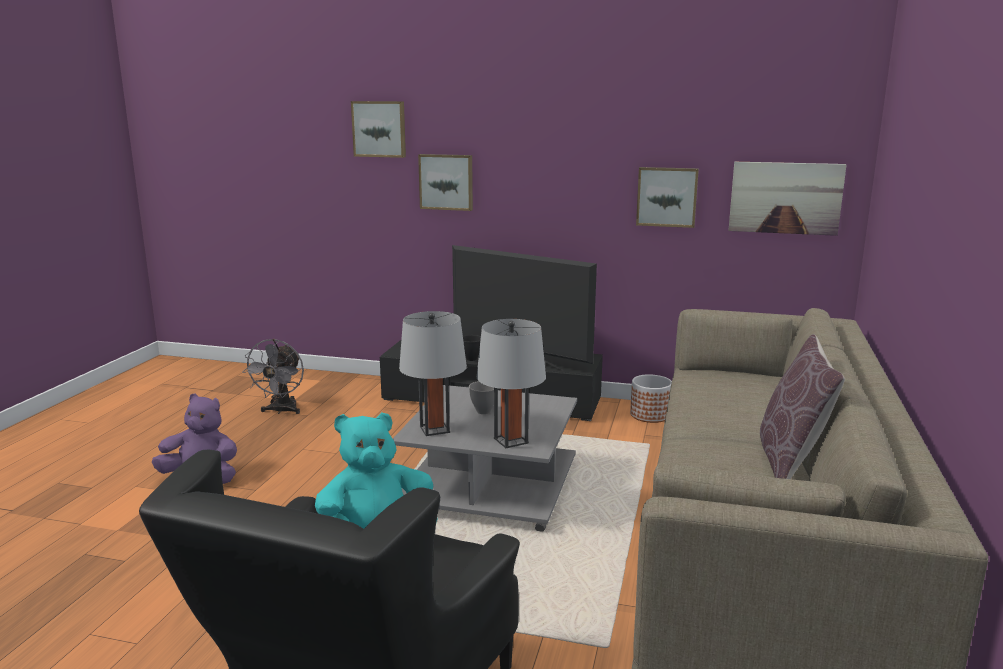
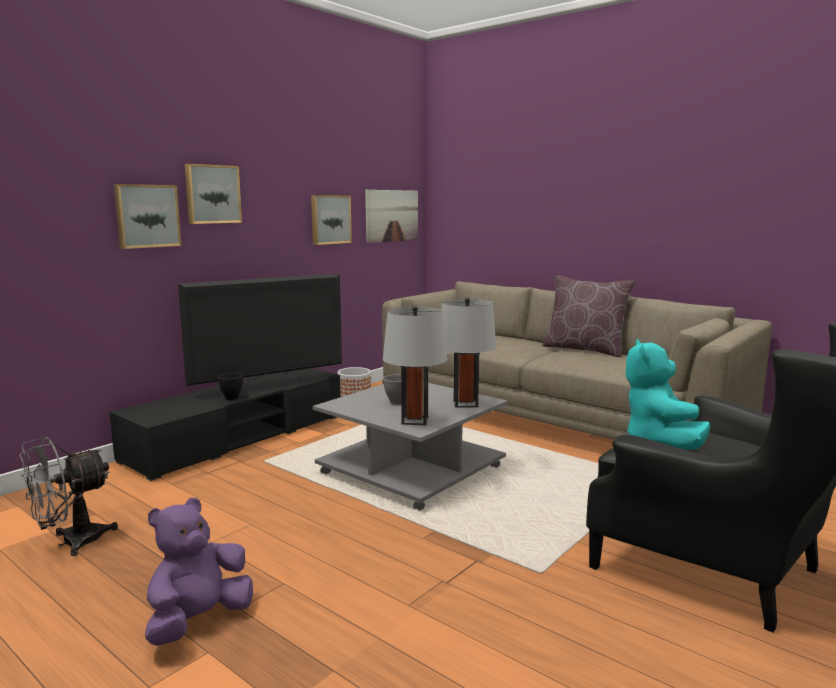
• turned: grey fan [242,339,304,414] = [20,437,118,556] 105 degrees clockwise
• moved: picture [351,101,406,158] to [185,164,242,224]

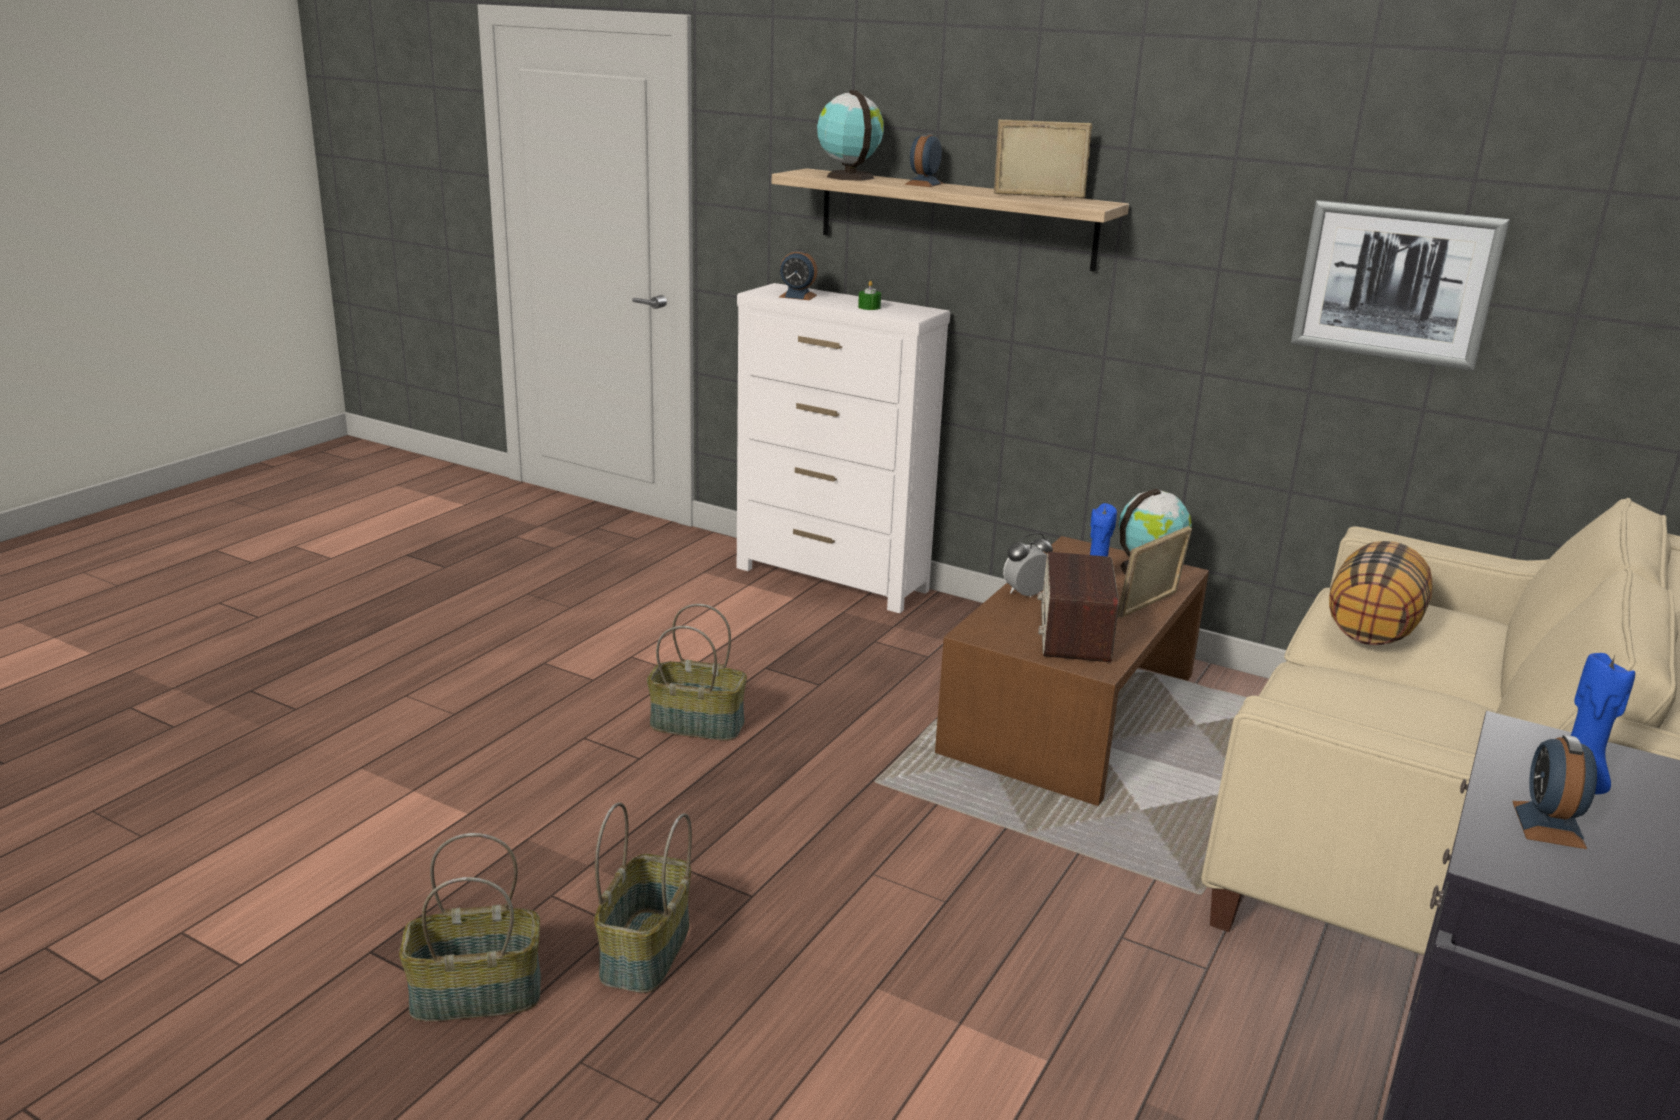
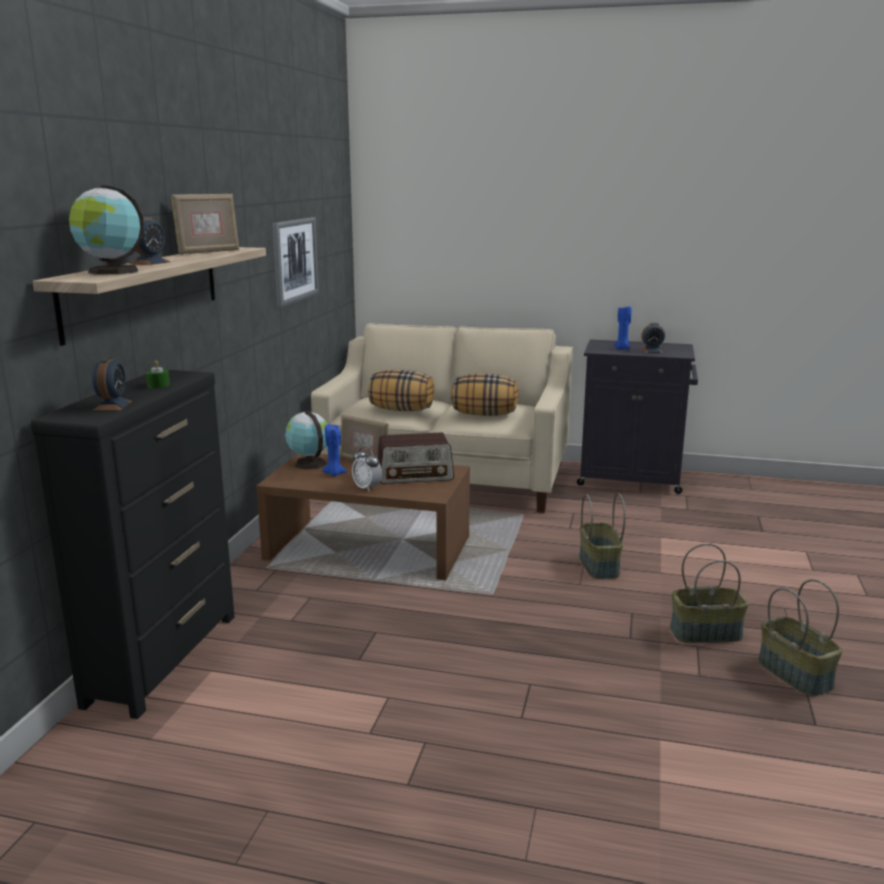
• moved: basket [647,604,747,741] to [579,493,626,579]
• recoloured: white dresser [737,283,950,613] to black dresser [31,370,235,719]
• turned: alarm clock [905,132,943,187] = [129,217,170,265] 75 degrees counterclockwise
• turned: picture frame [994,119,1092,199] = [171,194,239,255] 135 degrees counterclockwise
• added: pillow [451,374,518,416]

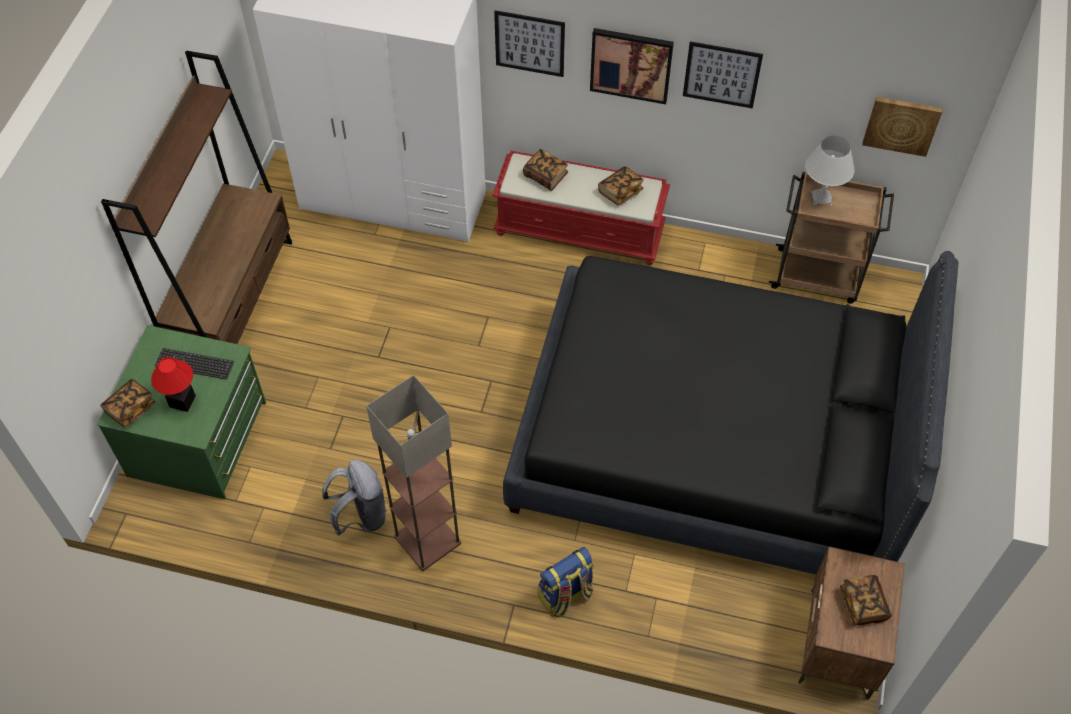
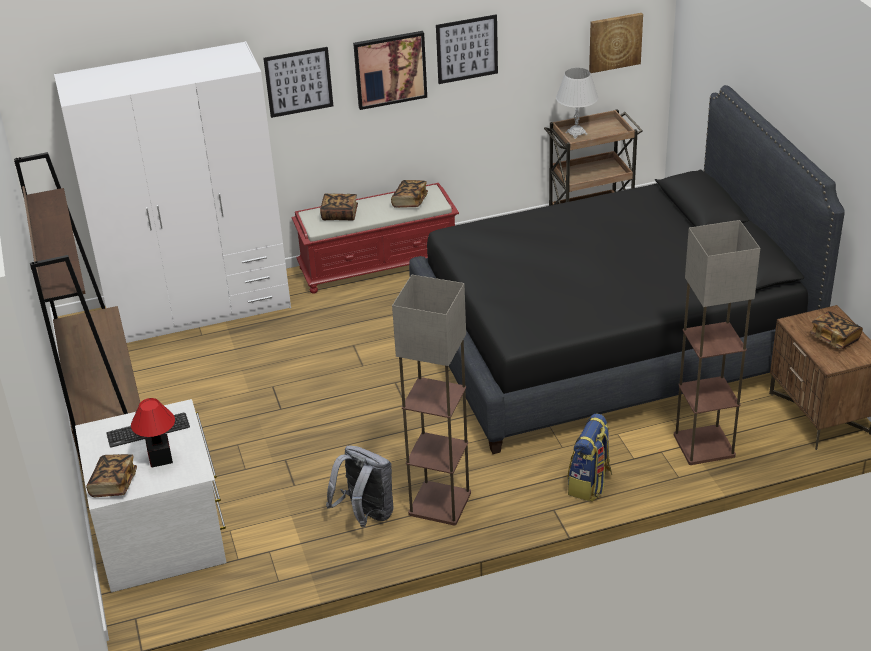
• recoloured: green dresser [97,325,266,499] to white dresser [75,399,226,592]
• added: floor lamp [674,220,760,465]

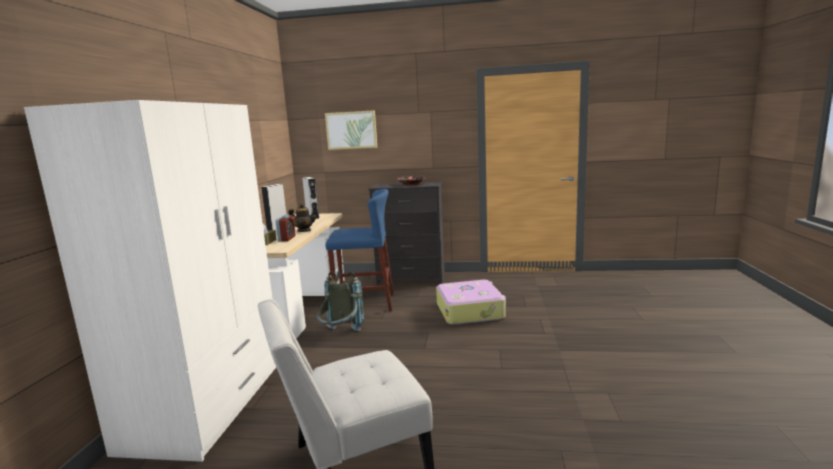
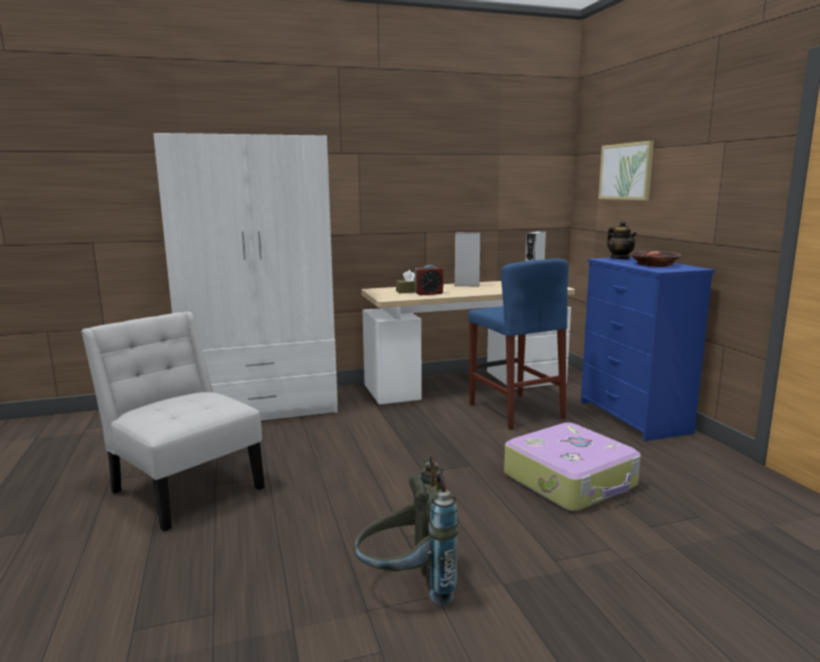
• moved: teapot [288,203,317,232] to [607,221,637,260]
• moved: grey backpack [317,272,364,331] to [354,456,459,606]
• recoloured: black dresser [368,181,445,285] to blue dresser [581,257,715,441]

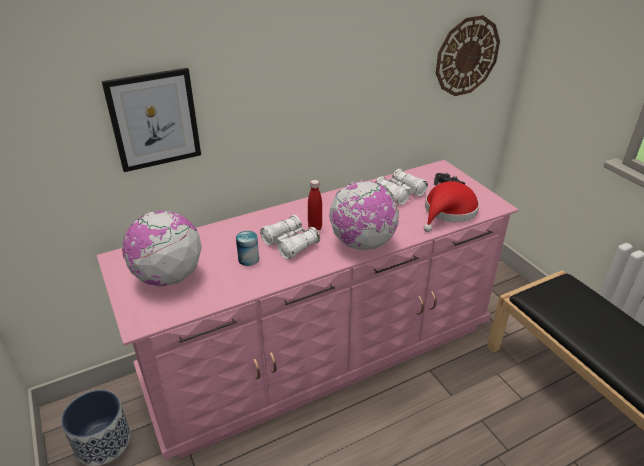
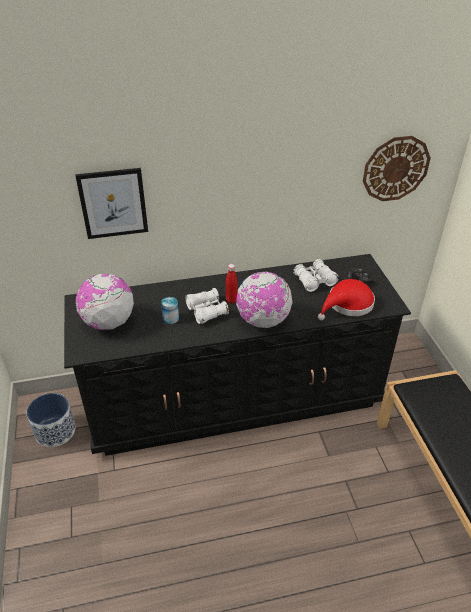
• recoloured: pink dresser [97,160,519,460] to black dresser [64,254,411,456]

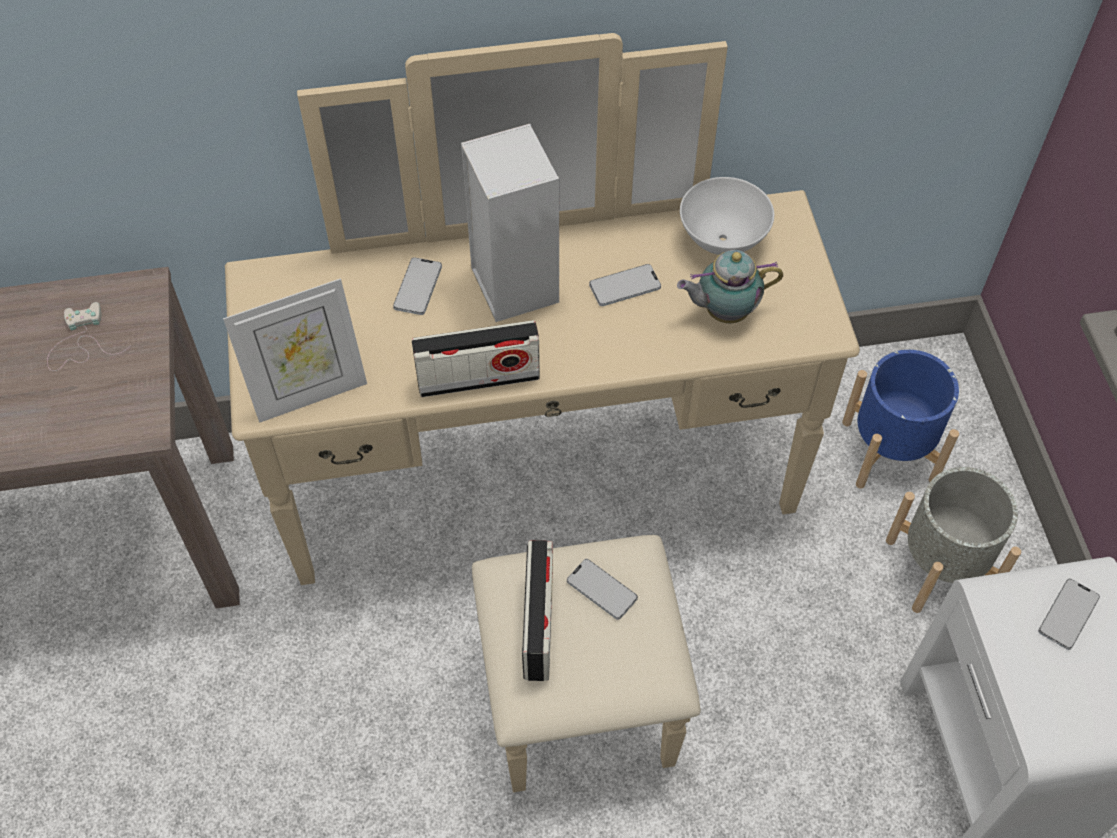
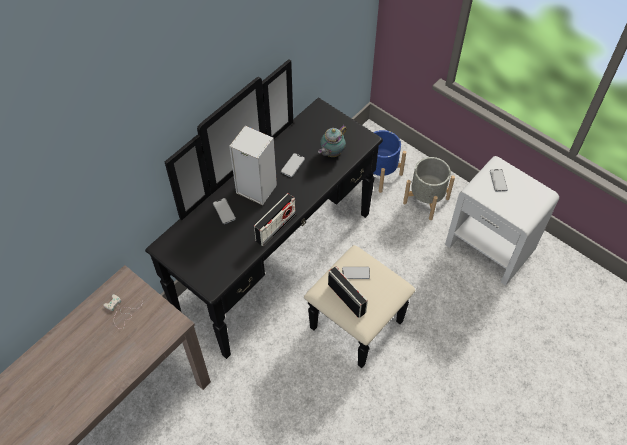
• removed: picture frame [223,278,367,423]
• recoloured: beige dresser [225,33,860,792] to black dresser [145,59,415,368]
• removed: white bowl [680,177,774,255]

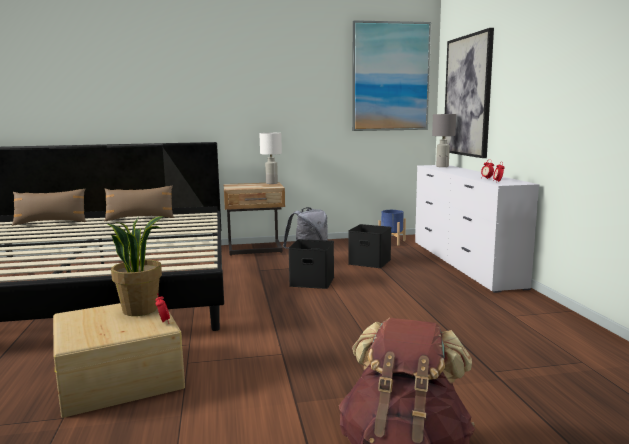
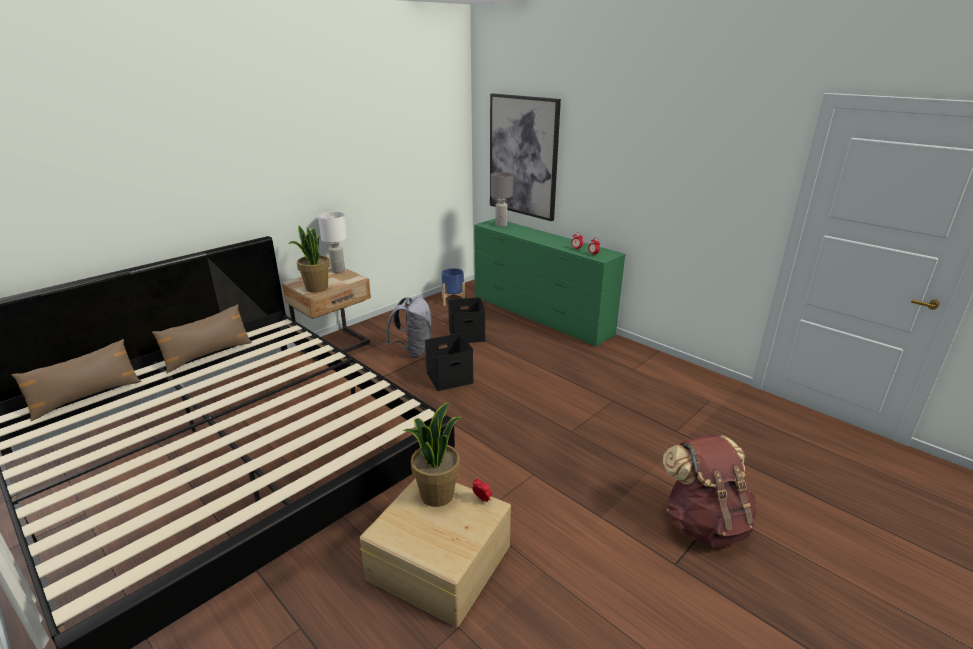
• removed: picture [352,20,431,131]
• recoloured: white dresser [415,165,540,293] to green dresser [474,219,626,347]
• added: potted plant [289,226,330,293]

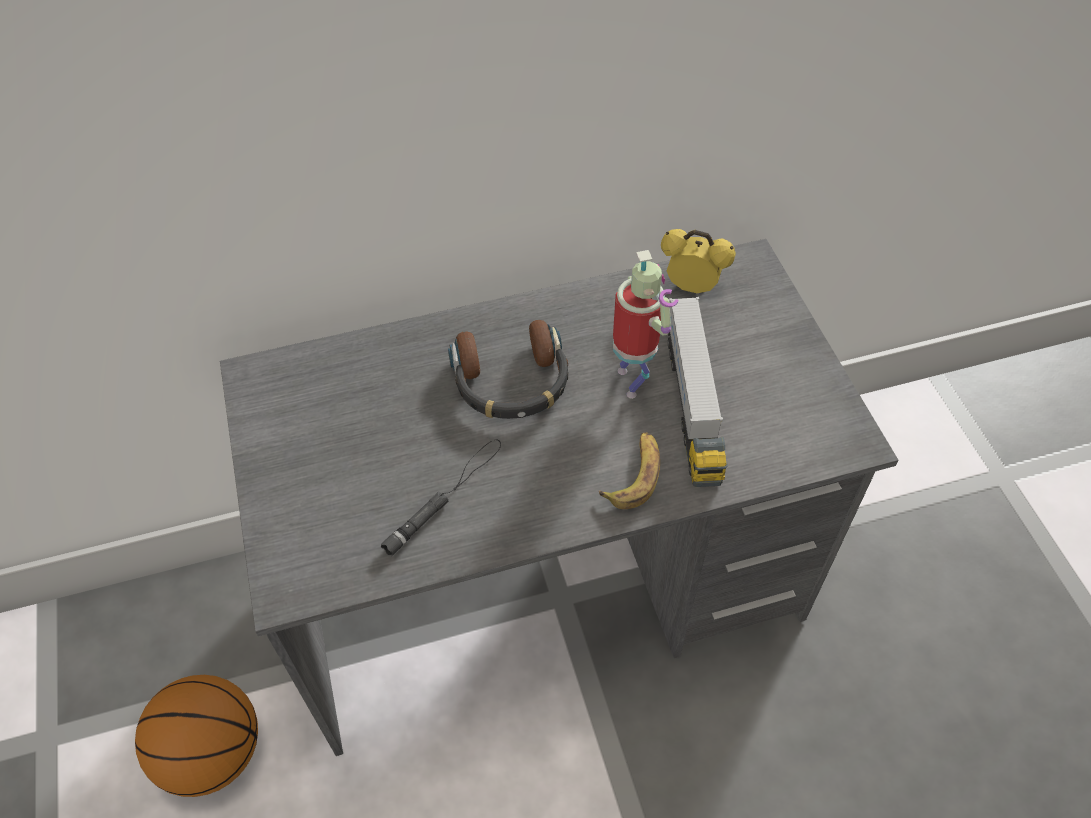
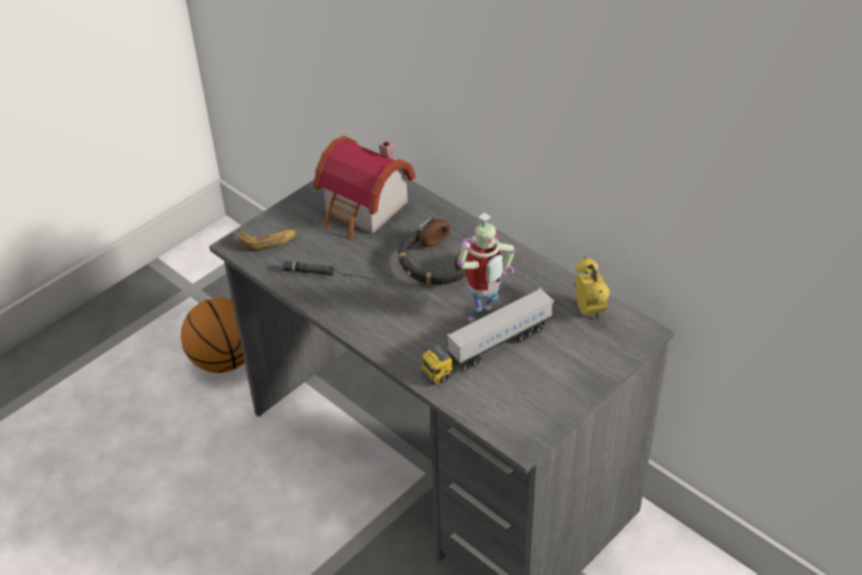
• moved: banana [599,432,660,509] to [238,229,298,251]
• added: toy house [314,136,415,239]

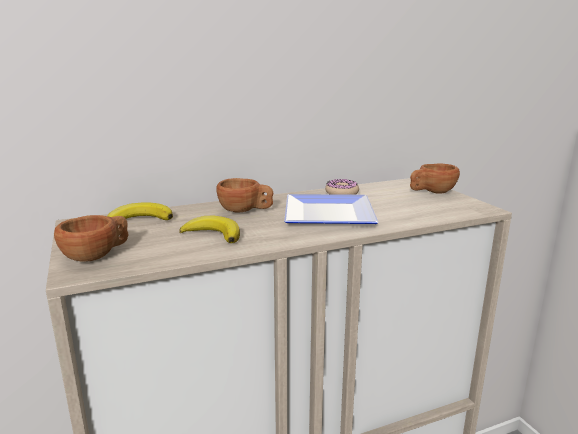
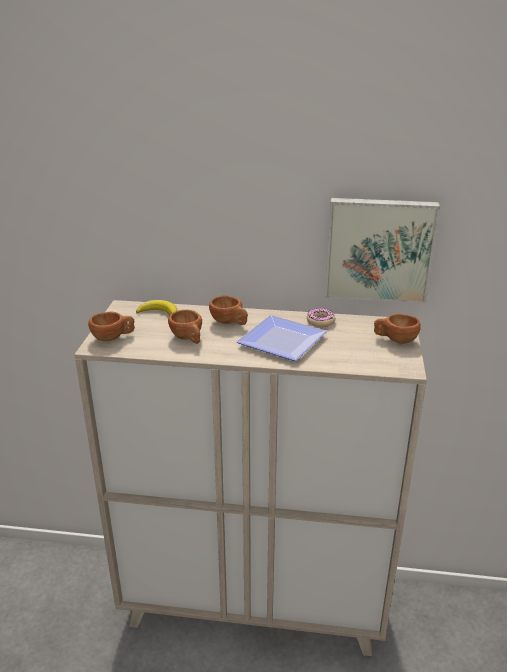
• replaced: banana [179,215,240,243] to brown cup [168,310,202,344]
• added: picture [325,198,440,303]

